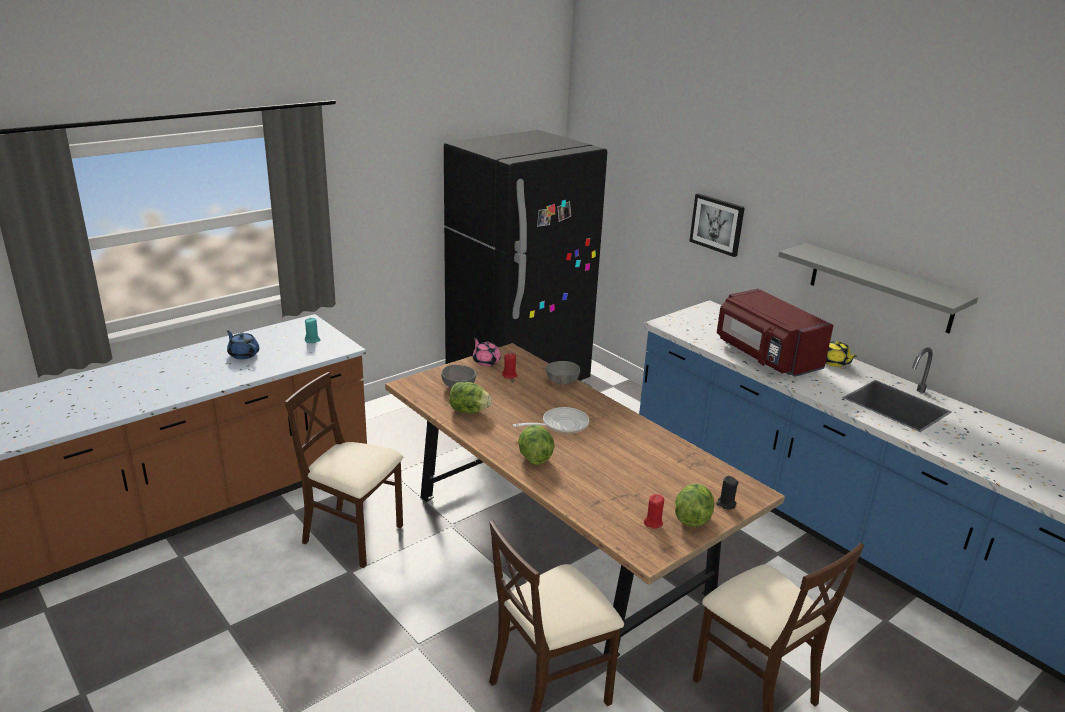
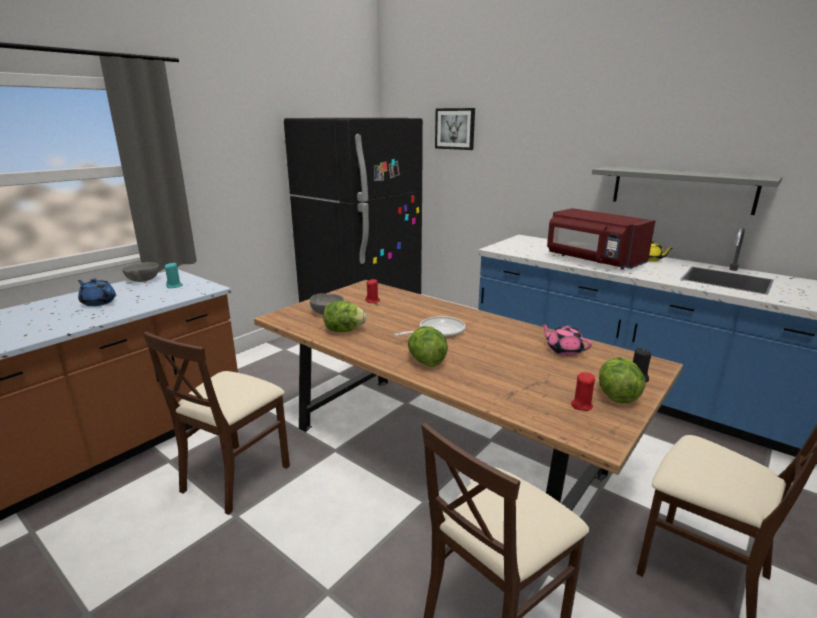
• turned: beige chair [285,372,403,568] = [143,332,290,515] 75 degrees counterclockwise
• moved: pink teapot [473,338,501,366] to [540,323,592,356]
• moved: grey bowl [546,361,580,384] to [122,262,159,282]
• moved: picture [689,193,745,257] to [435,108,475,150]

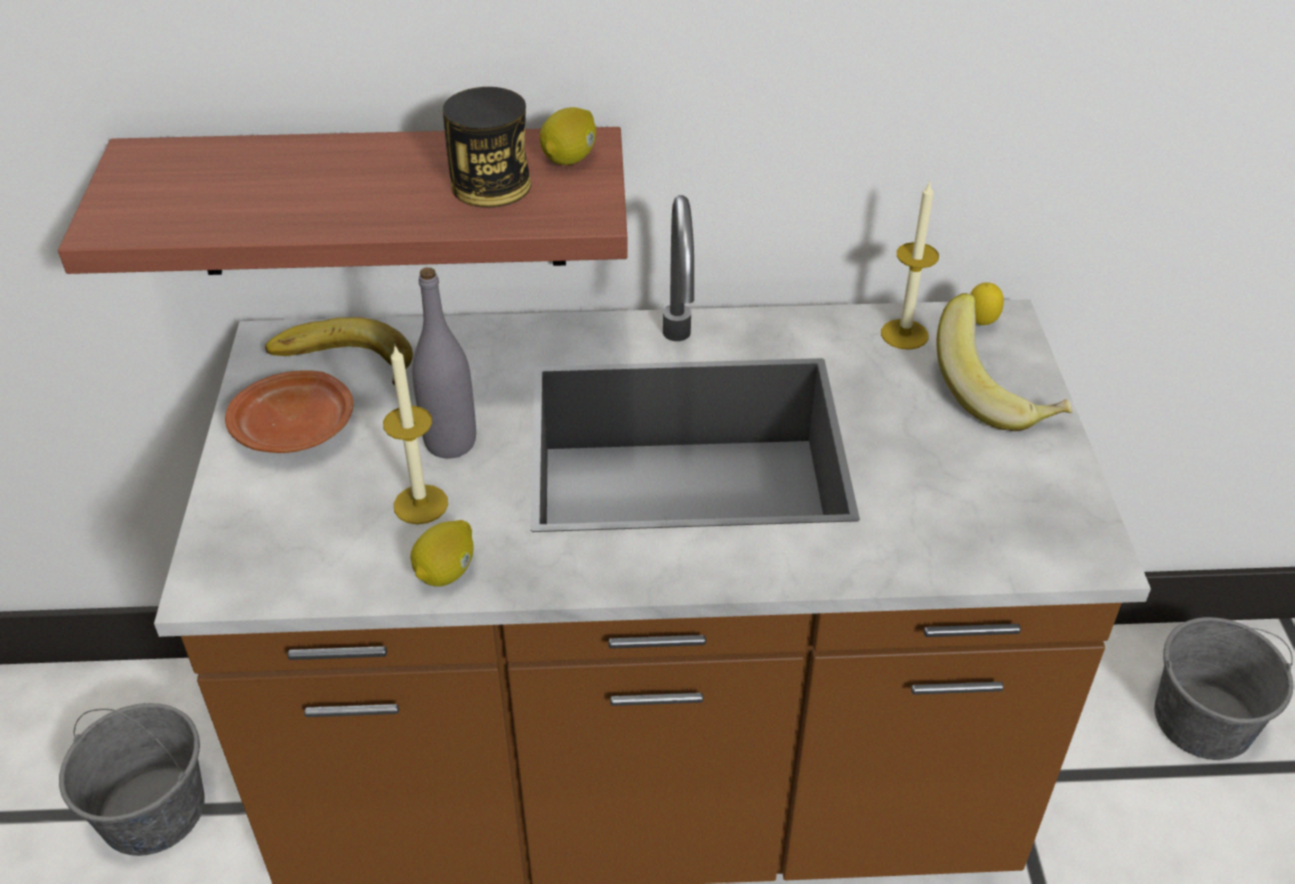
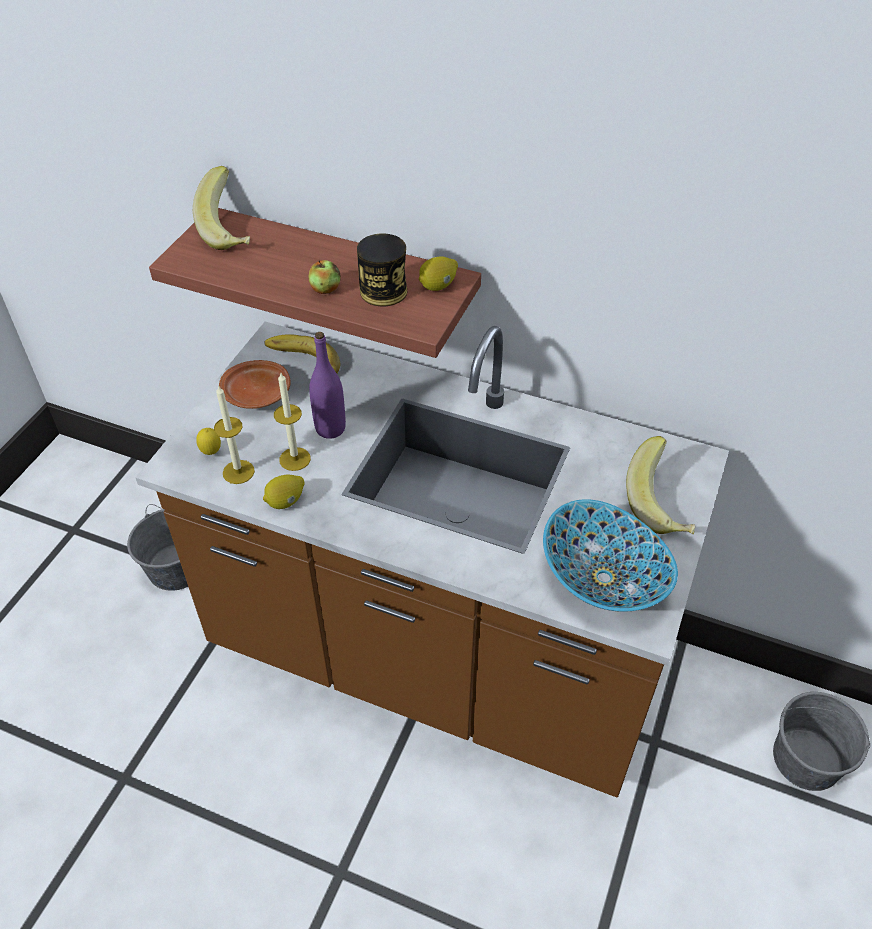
• recoloured: grey bottle [412,267,476,459] to purple bottle [309,332,346,439]
• moved: candle [881,182,939,350] to [214,385,255,484]
• moved: lemon [970,282,1004,325] to [196,428,221,455]
• added: banana [193,166,250,250]
• added: apple [308,260,341,294]
• added: bowl [543,499,678,611]

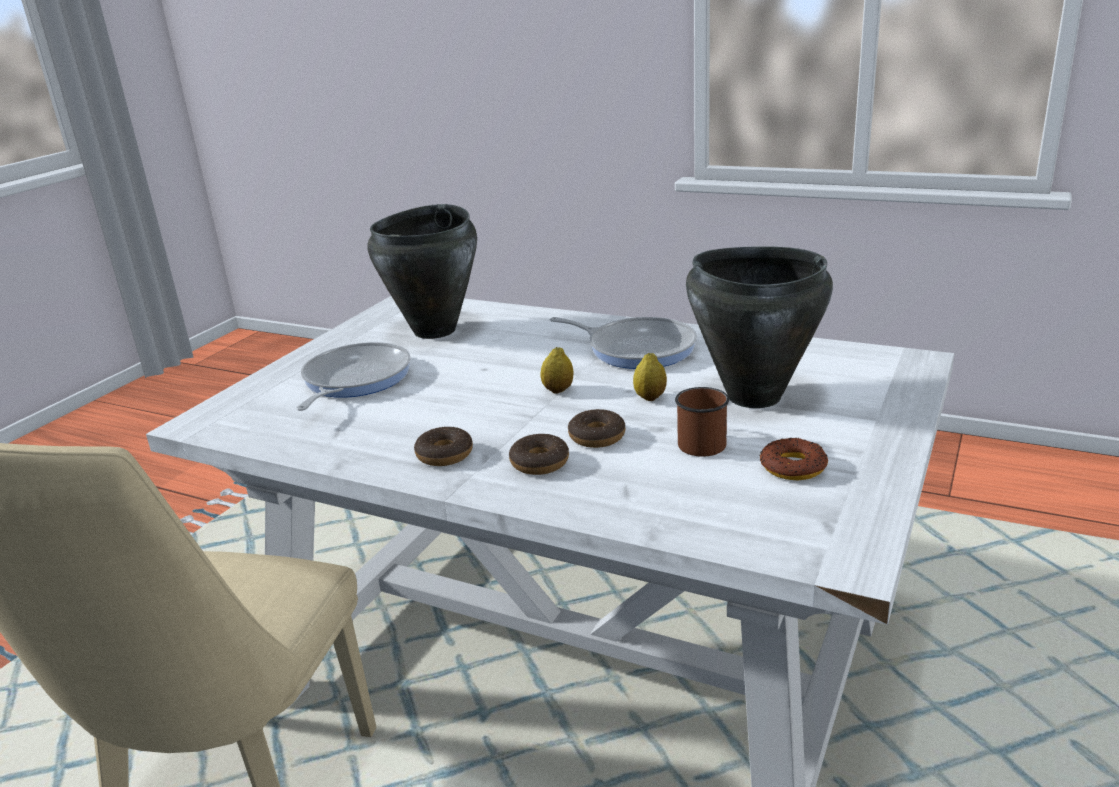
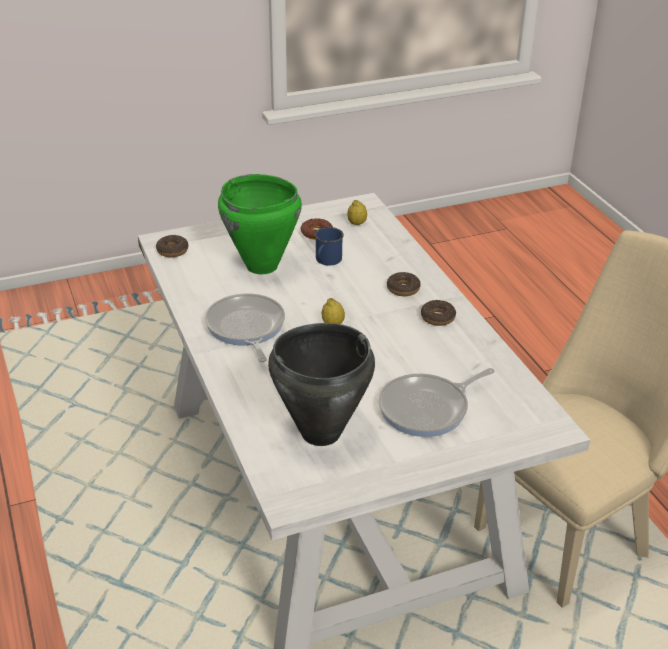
• moved: donut [568,409,626,448] to [156,235,188,257]
• moved: lemon [633,353,667,401] to [347,200,367,225]
• recoloured: brown mug [675,387,729,457] to blue mug [315,227,344,266]
• recoloured: black cooking pot [686,246,833,408] to green cooking pot [218,174,302,274]

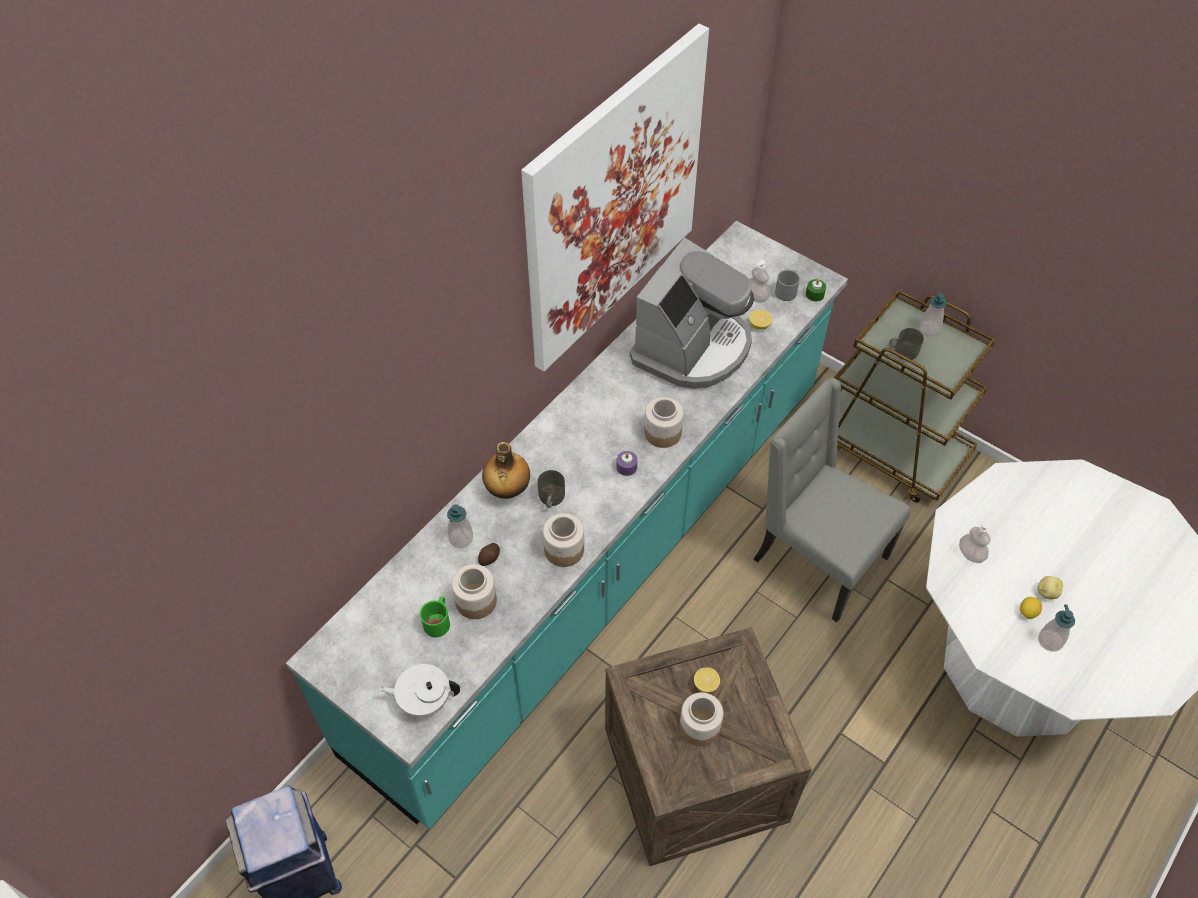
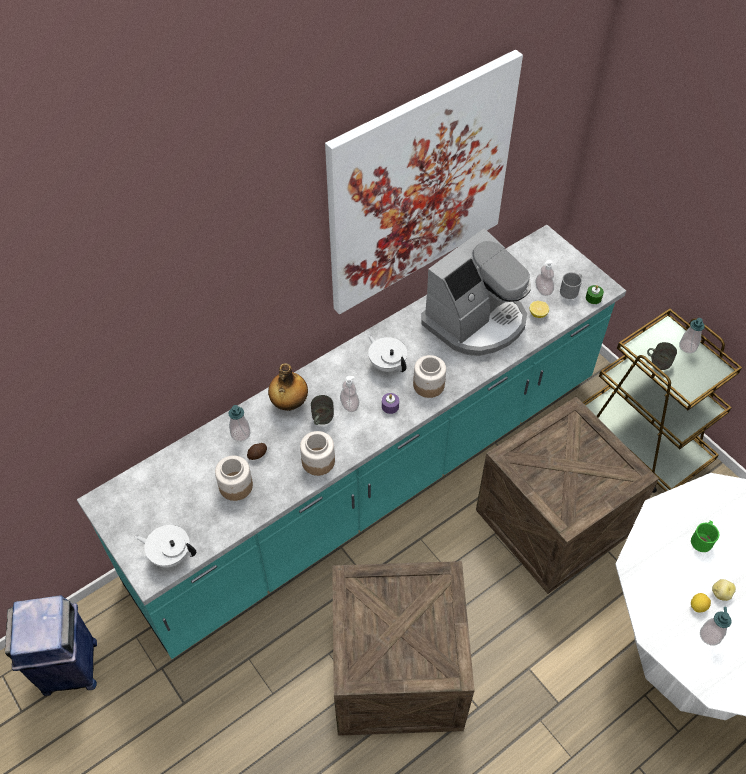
• moved: green mug [420,596,450,637] to [691,520,719,552]
• removed: jar [680,692,723,746]
• removed: lemon [694,667,720,693]
• replaced: grey chair [754,377,911,622] to crate [476,397,659,594]
• moved: soap dispenser [959,522,991,563] to [340,376,359,412]
• added: white teapot [368,334,407,372]

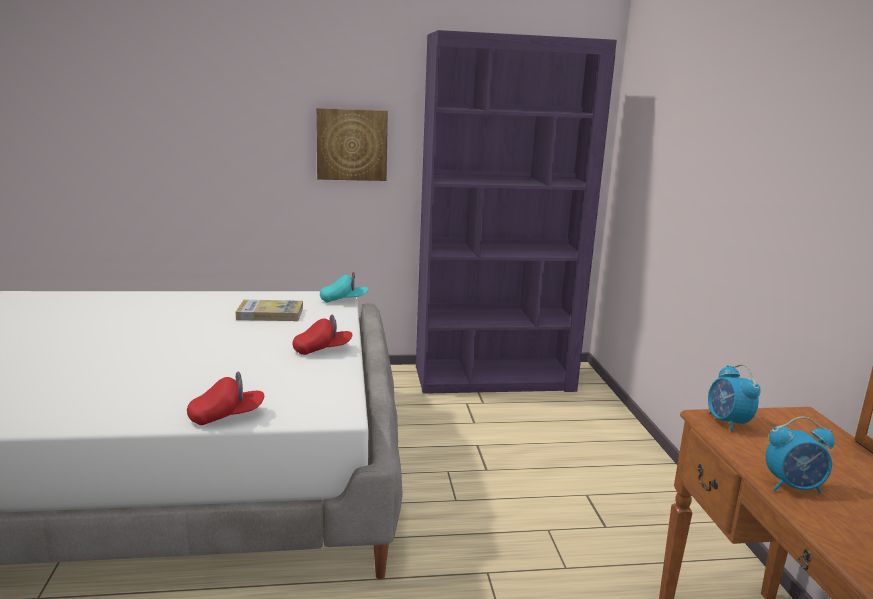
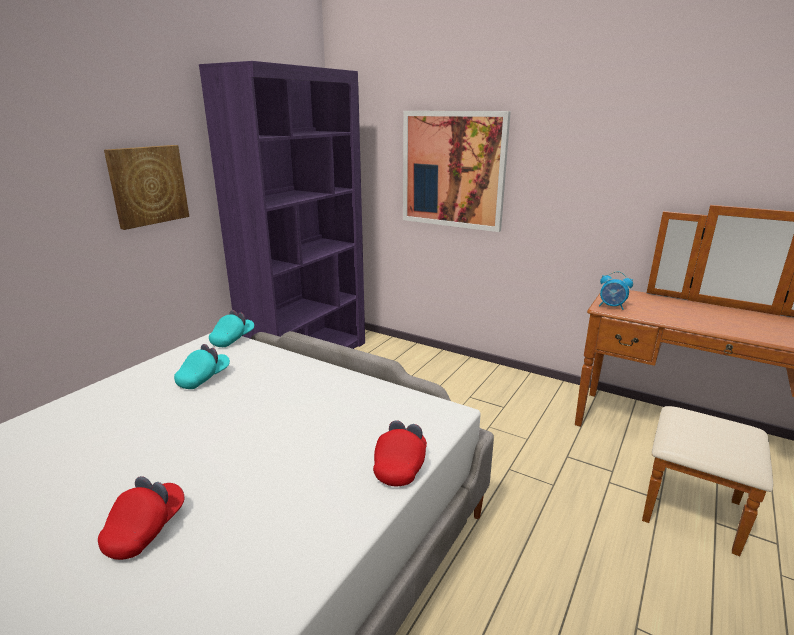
• replaced: book [236,300,303,321] to turquoise cap [174,344,230,389]
• moved: red cap [293,315,352,355] to [98,476,184,560]
• removed: alarm clock [765,416,835,494]
• added: picture [403,111,511,232]

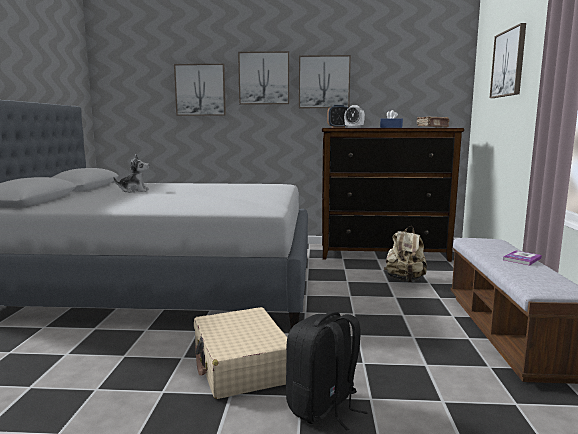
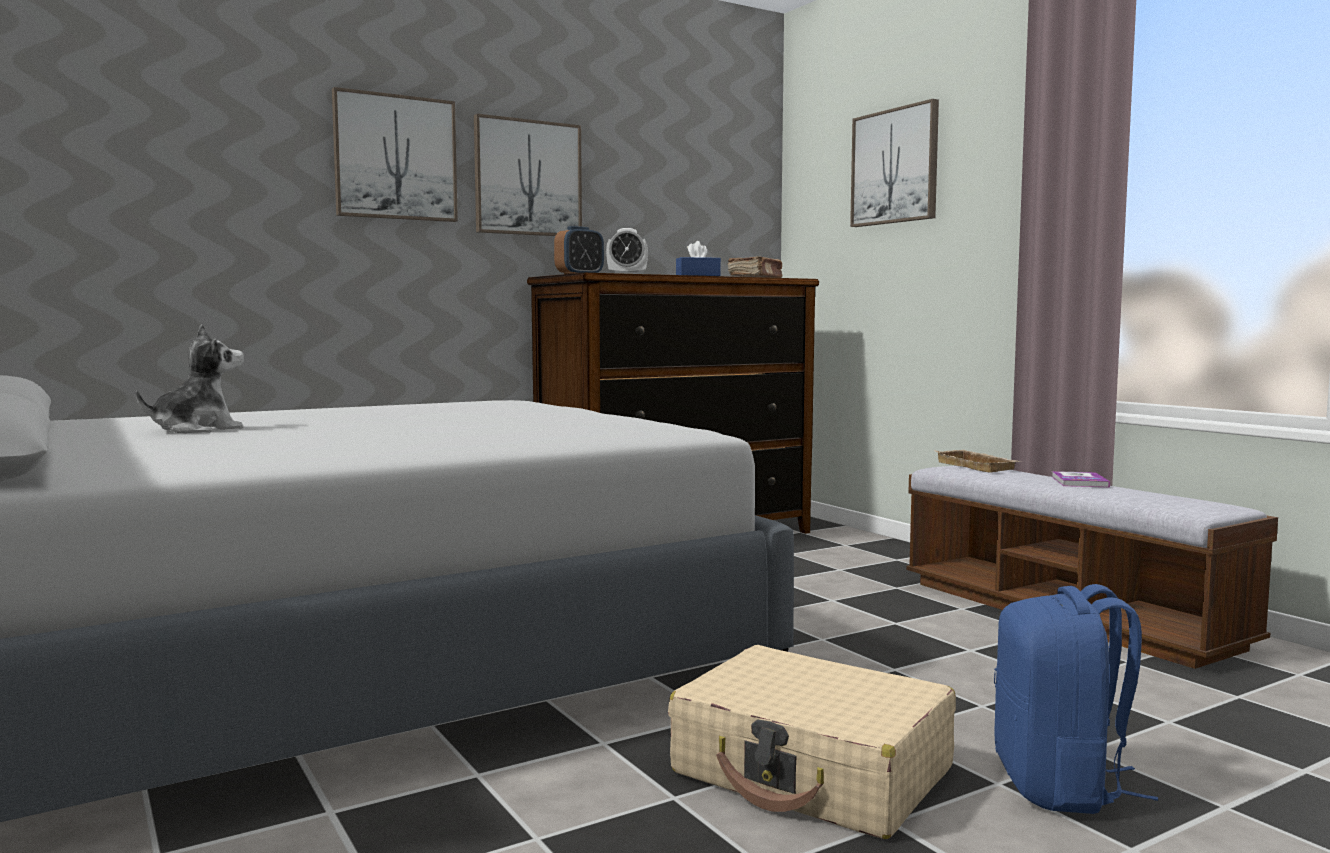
• removed: picture [174,64,226,116]
• recoloured: black backpack [286,312,368,430] to blue backpack [994,584,1158,814]
• removed: beige backpack [384,226,427,282]
• added: beige tray [936,450,1021,473]

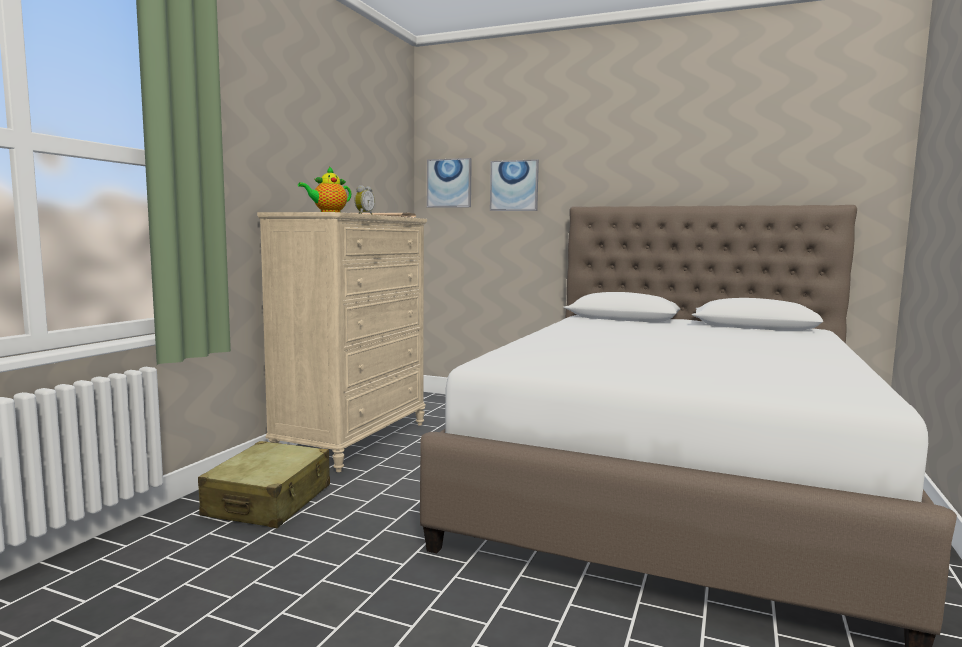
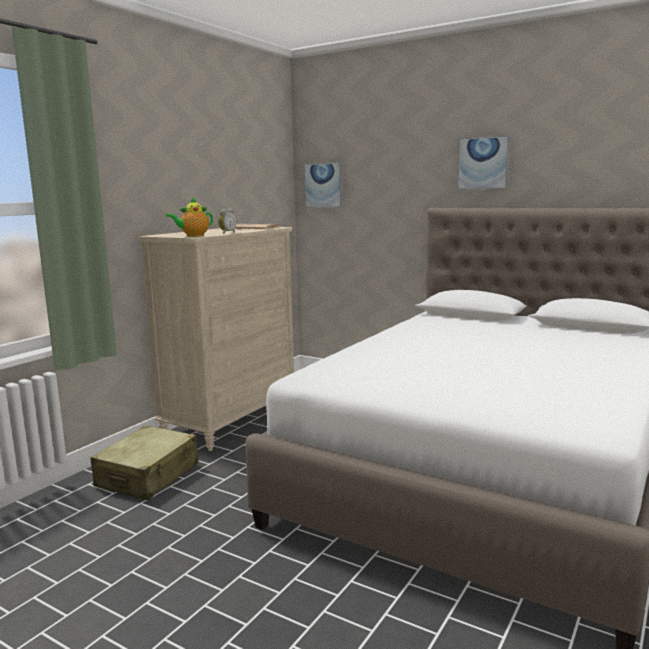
• moved: picture [490,159,539,211] to [457,135,510,190]

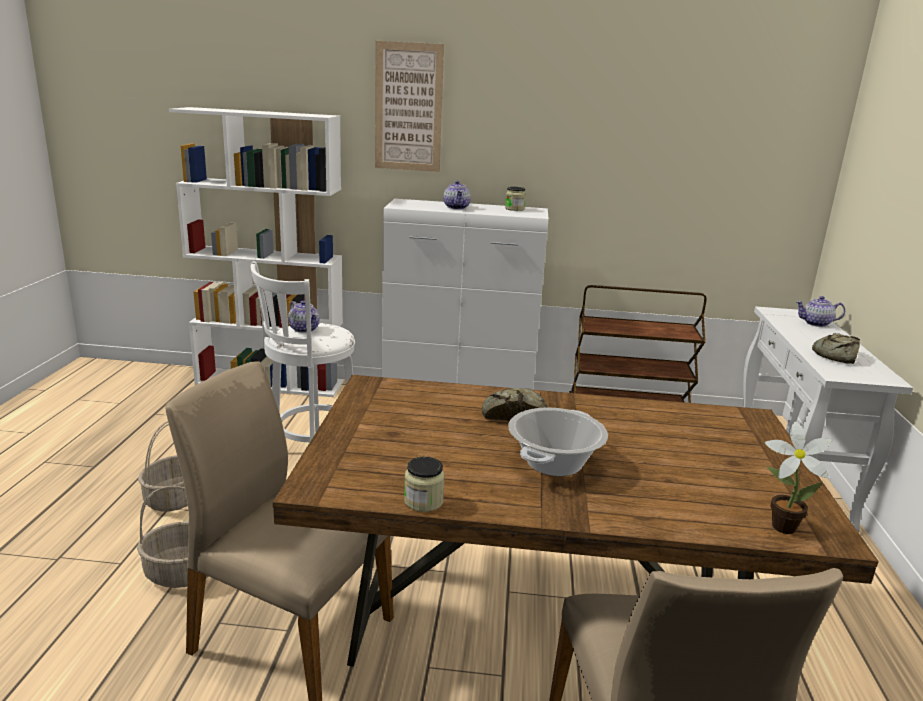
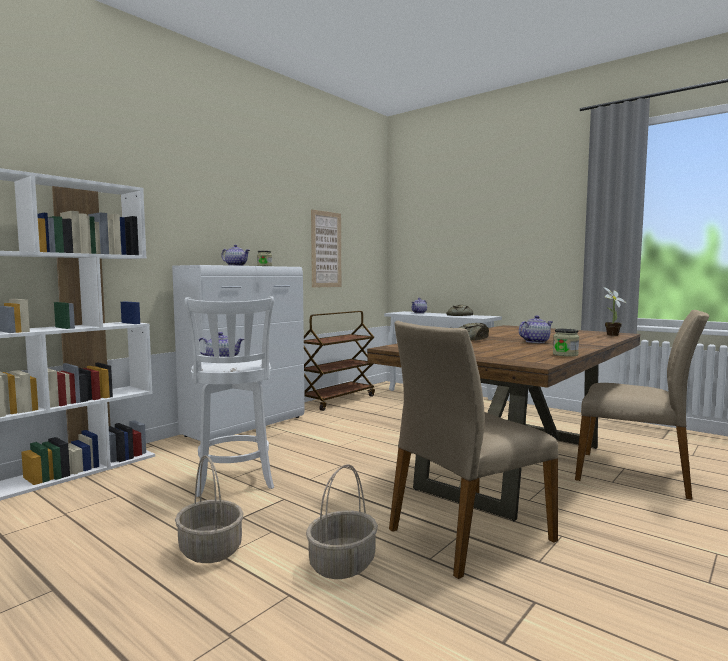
• moved: picture [375,41,444,172] to [311,210,341,288]
• replaced: cooking pot [509,407,608,476] to teapot [519,315,553,343]

